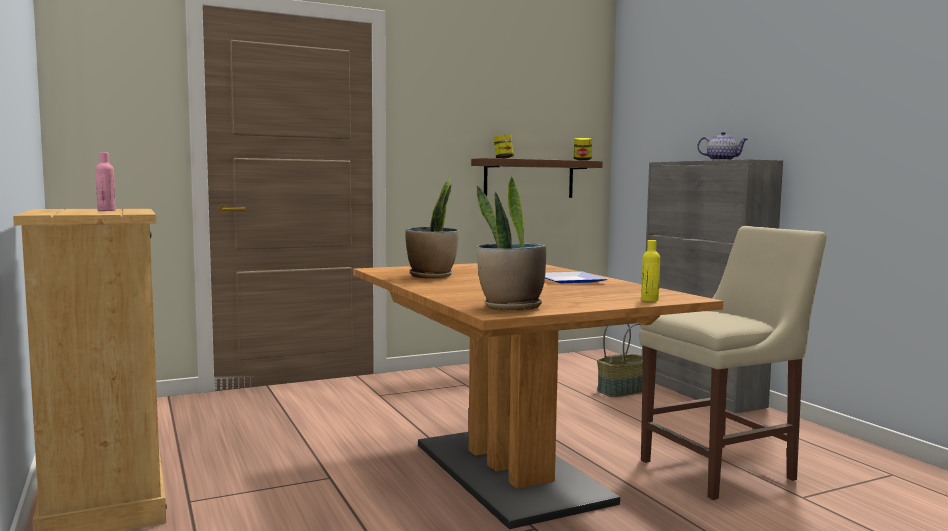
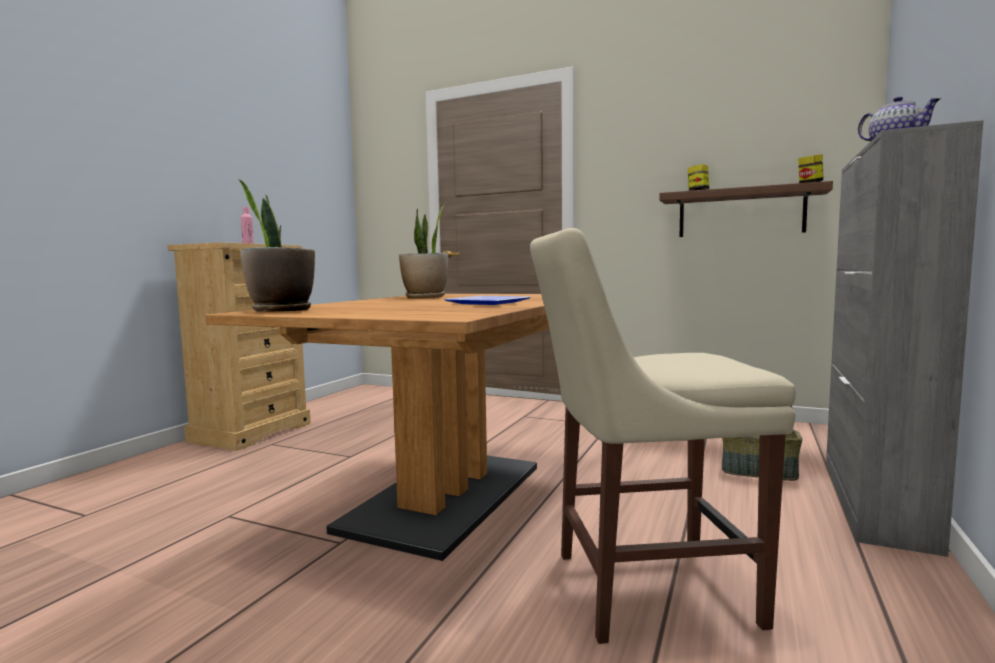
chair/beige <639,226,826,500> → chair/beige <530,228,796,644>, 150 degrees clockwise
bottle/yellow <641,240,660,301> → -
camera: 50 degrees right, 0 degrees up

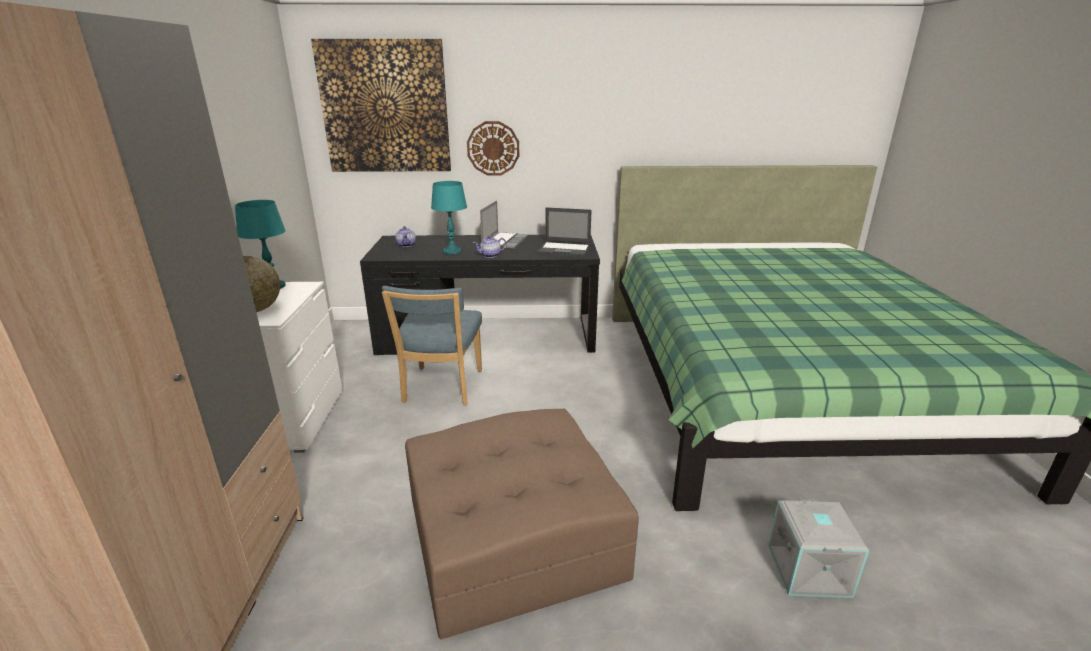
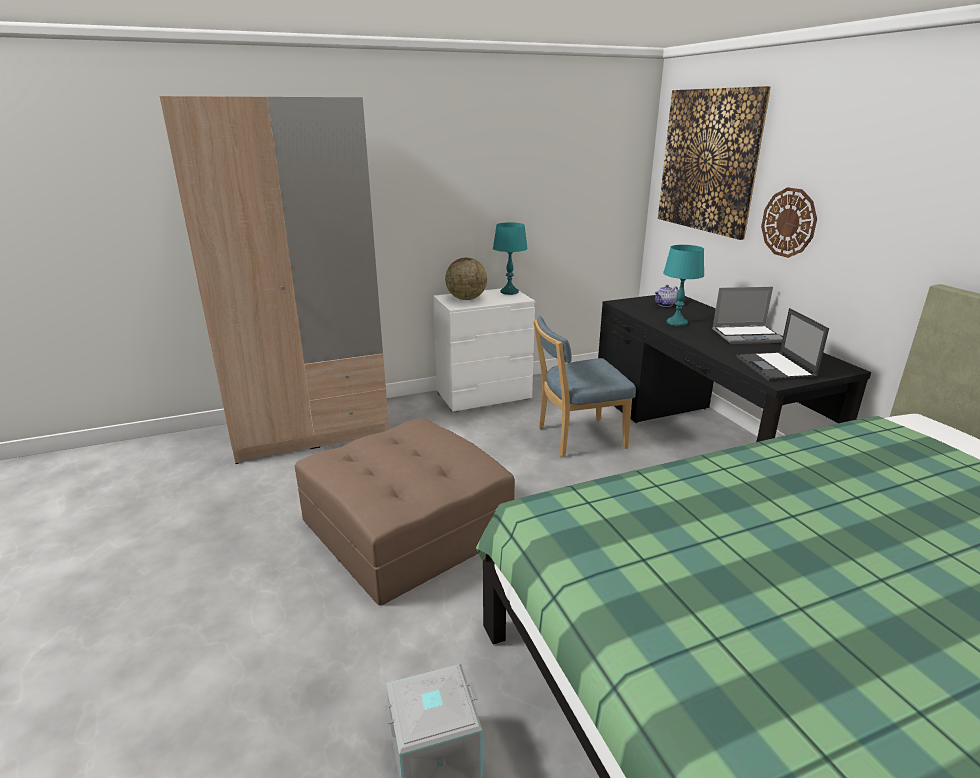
teapot <473,235,506,258> → -
camera: 70 degrees right, 0 degrees up

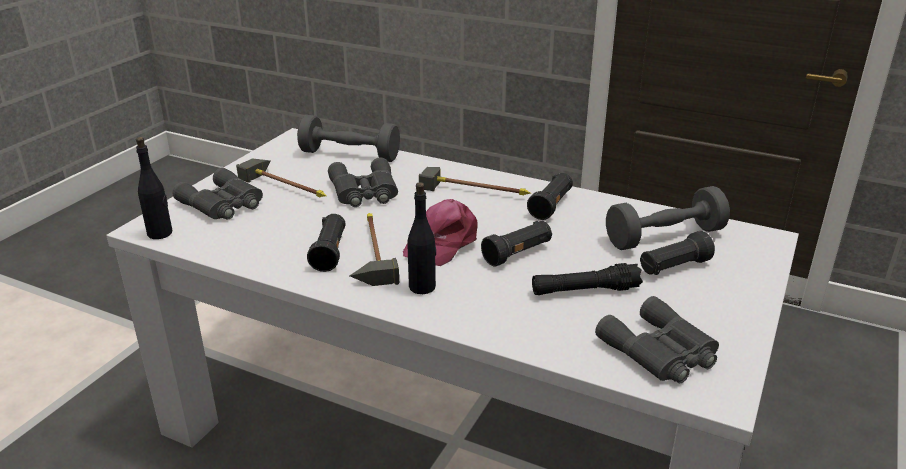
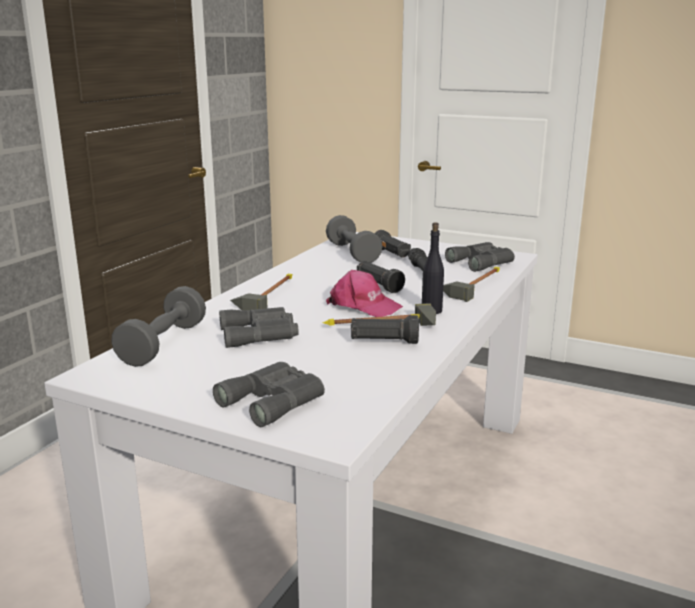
hammer <236,158,326,197> → hammer <443,267,500,302>, moved
bottle/black <136,137,172,239> → -
flashlight/black <527,173,573,220> → -
camera: 90 degrees left, 10 degrees down

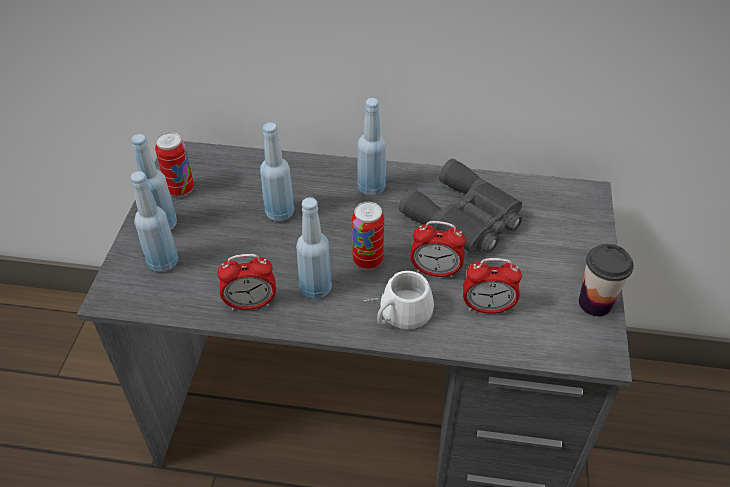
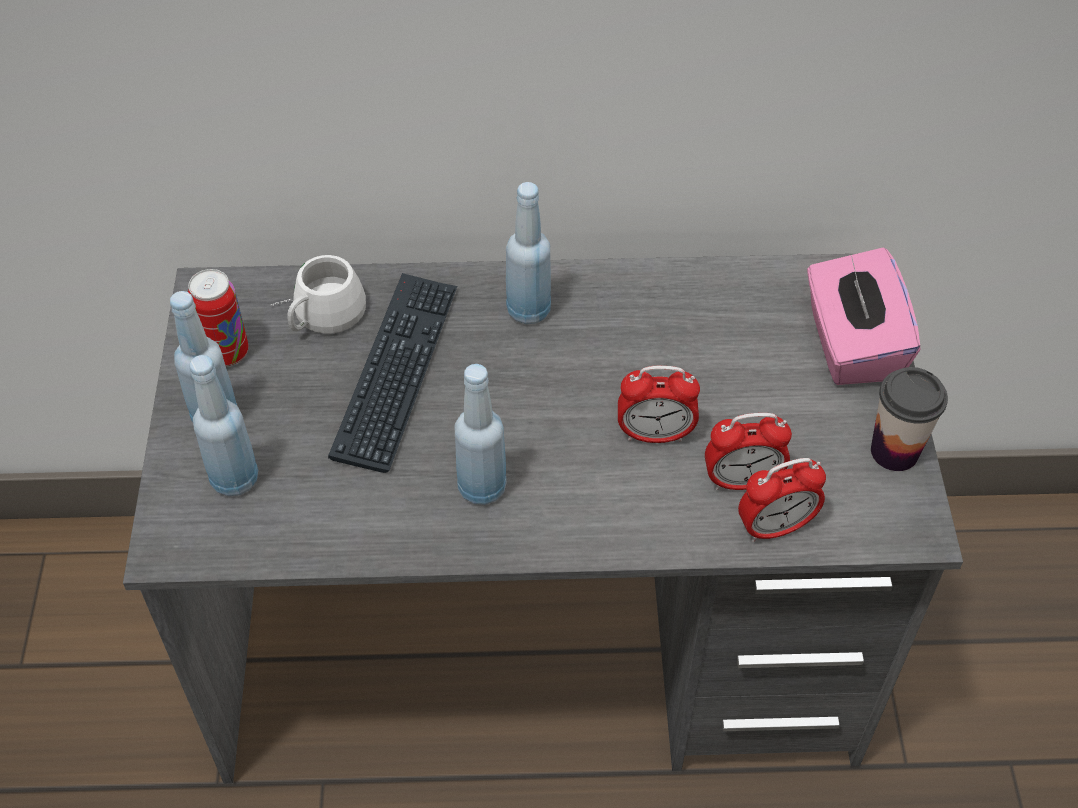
mug/white <363,271,434,329> → mug/white <271,255,366,334>, moved
bottle/blue <260,122,294,221> → keyboard <328,273,457,473>
alarm clock <217,254,276,311> → alarm clock <738,458,826,542>, moved
- → tissue box/pink <807,248,921,385>
can <352,202,384,270> → -
binoculars/grey <399,159,522,254> → -
camera: 10 degrees left, 5 degrees up

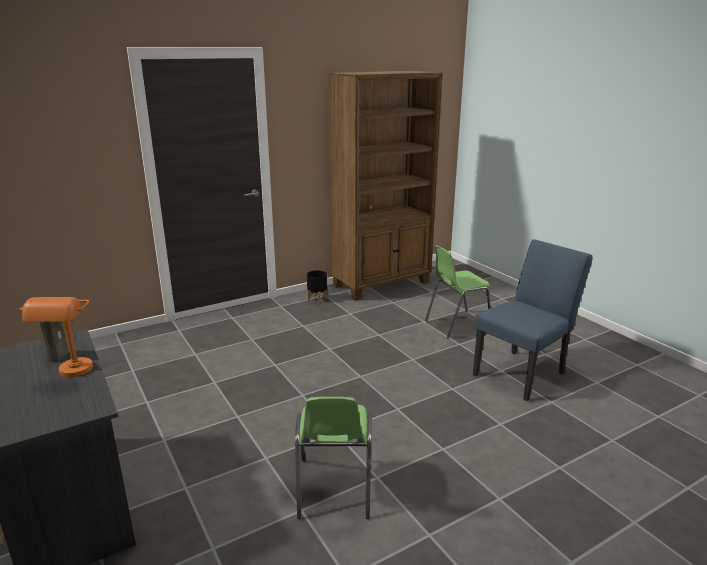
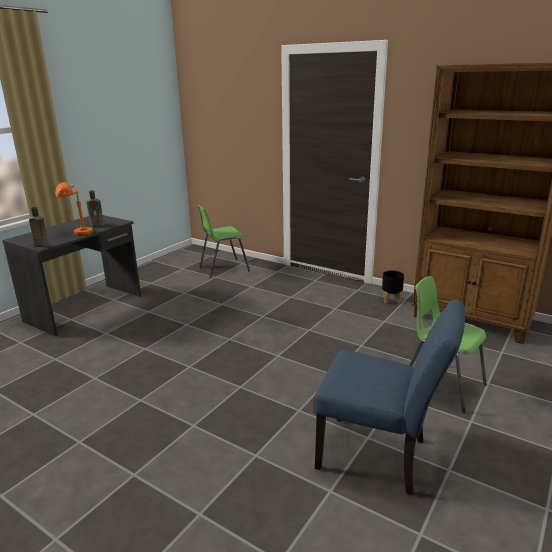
- → bottle/brown <29,206,49,247>
chair/green <295,397,372,519> → chair/green <197,205,250,278>, moved
camera: 65 degrees right, 0 degrees up

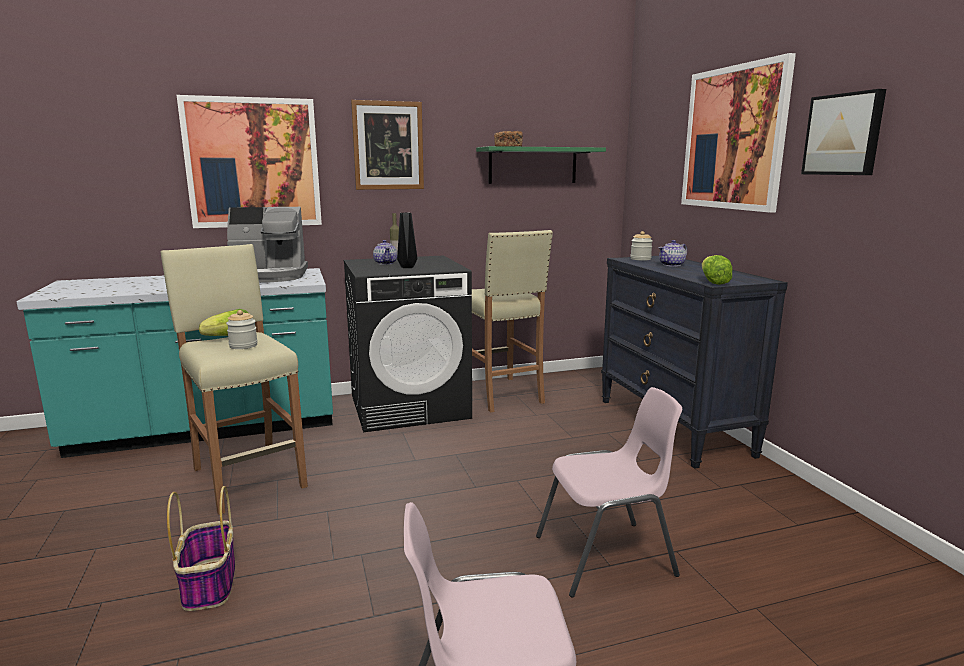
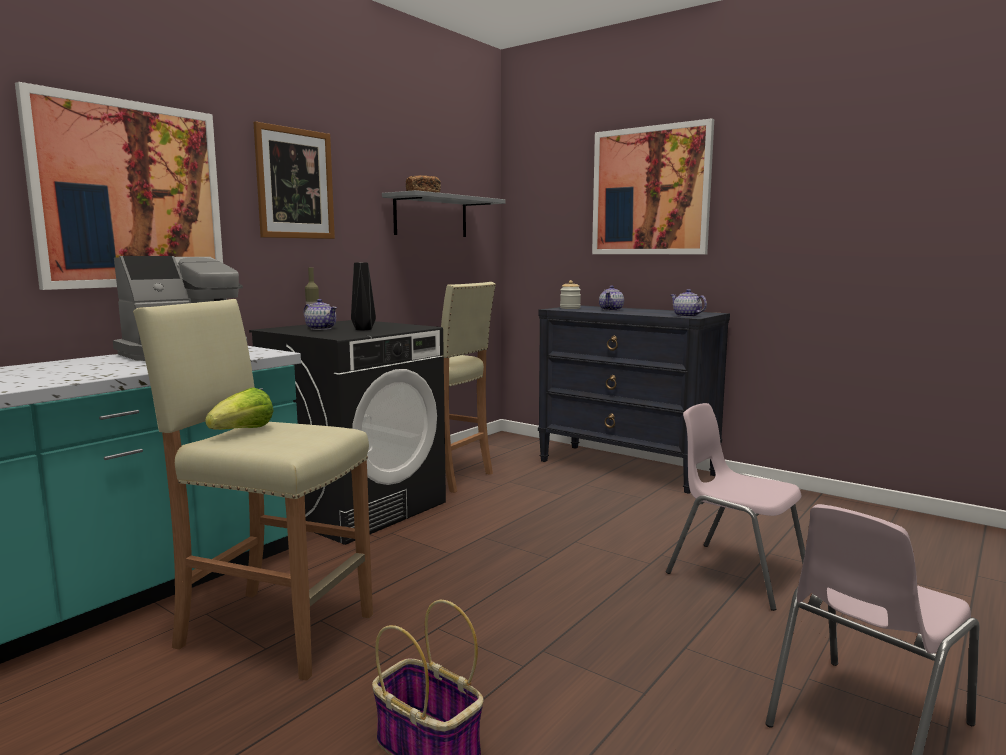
shelf/green <476,146,606,184> → shelf/grey <382,190,506,237>
chair/pink <536,387,682,598> → chair/pink <666,403,805,611>, 90 degrees counterclockwise
lettuce <702,255,733,285> → teapot <671,289,707,317>
jar <226,310,258,349> → -
picture <801,89,886,175> → -
camera: 35 degrees left, 5 degrees down

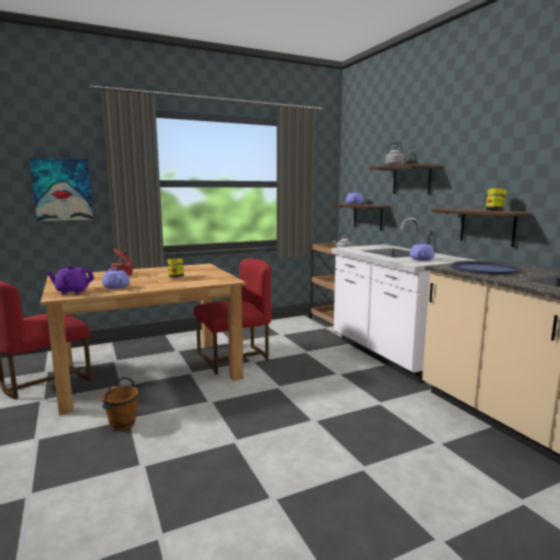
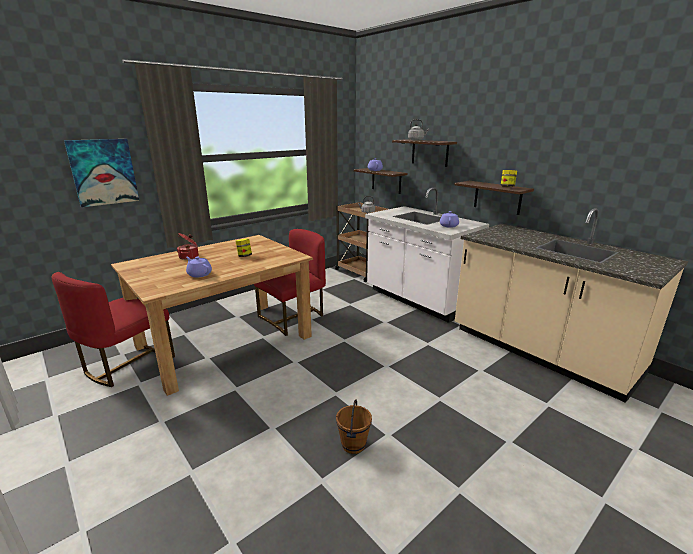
bucket/brown <101,377,138,431> → bucket/brown <336,400,372,454>, moved
teapot/purple <47,265,95,295> → -
tray/blue <451,261,522,275> → -
camera: 15 degrees left, 10 degrees up

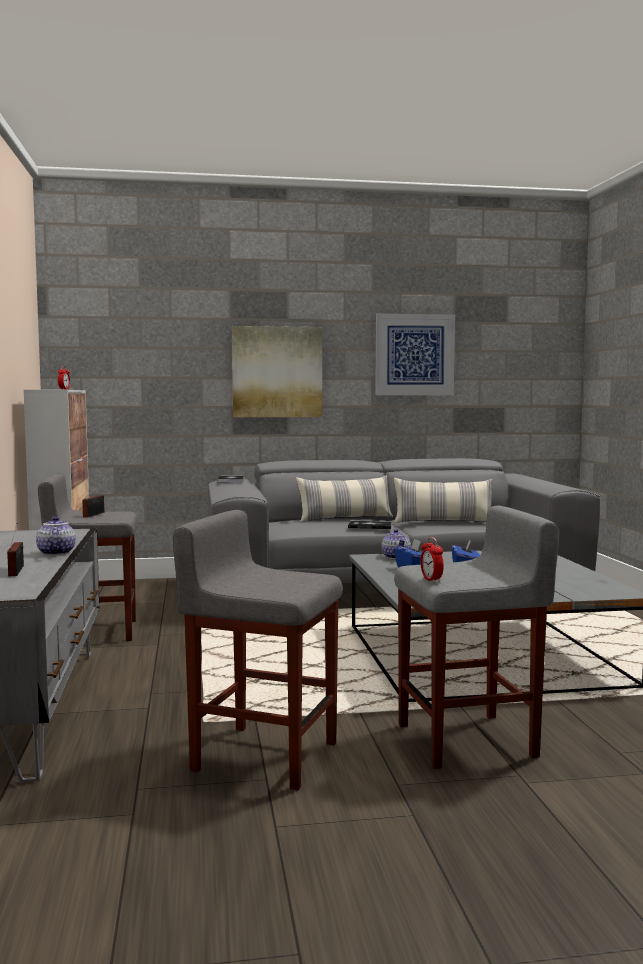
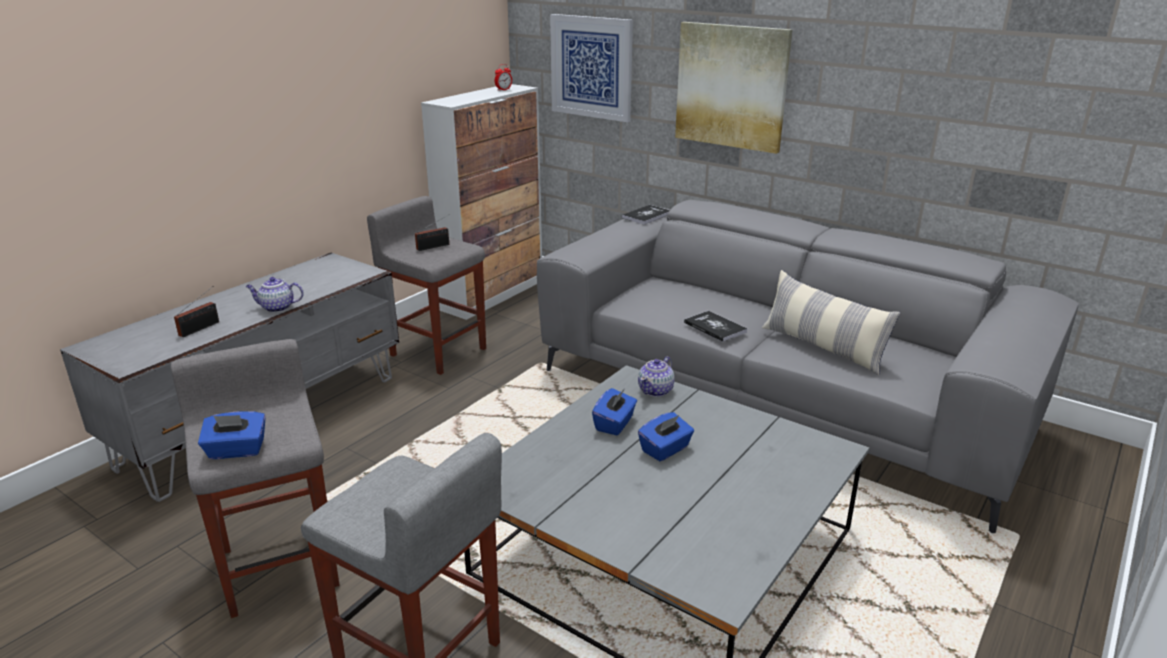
- → tissue box/blue <198,411,266,459>
teapot <36,516,76,555> → teapot <245,277,304,312>, 120 degrees counterclockwise
picture <375,313,455,395> → picture <550,14,633,122>, moved
pillow <296,475,393,522> → -
alarm clock <421,537,444,583> → -
camera: 45 degrees right, 20 degrees up

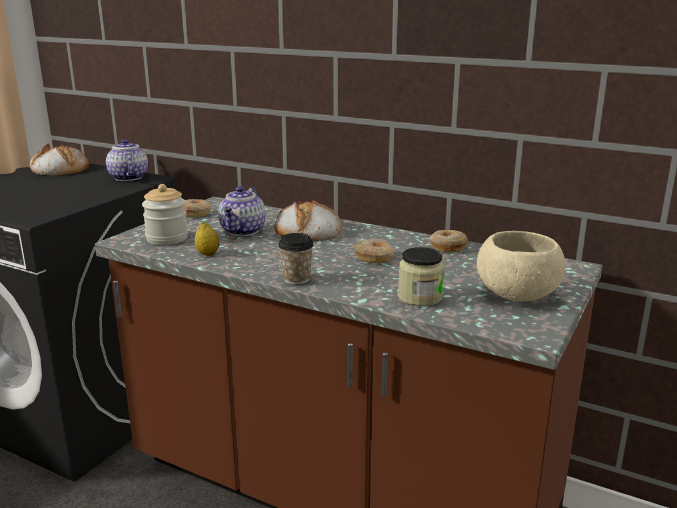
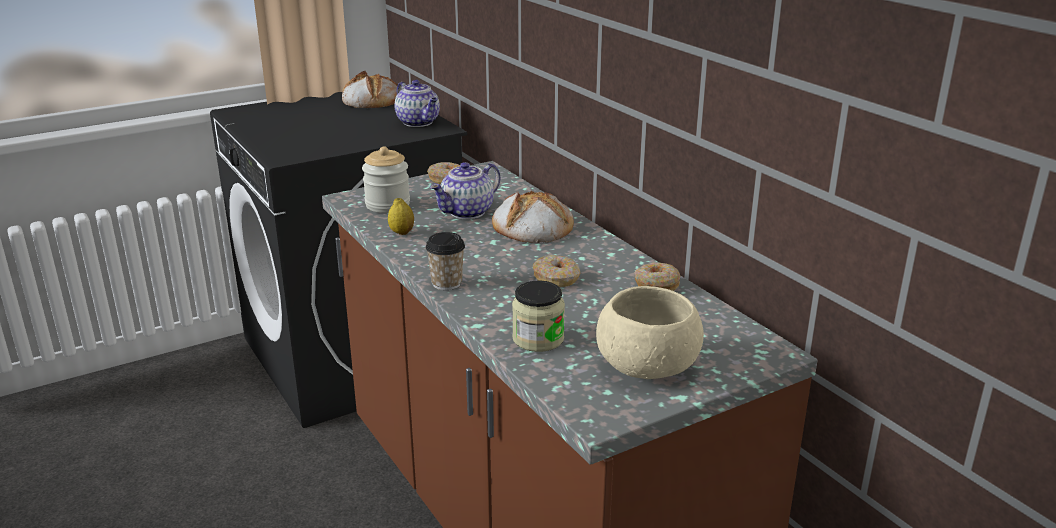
teapot <106,139,148,181> → teapot <395,80,440,127>, 135 degrees clockwise
camera: 30 degrees right, 5 degrees up

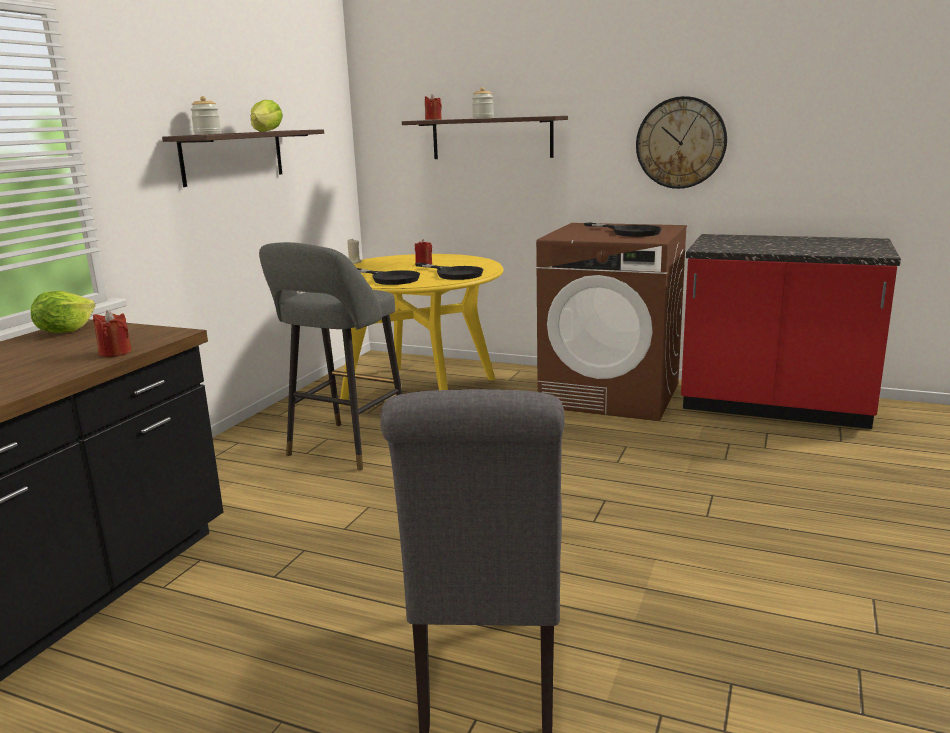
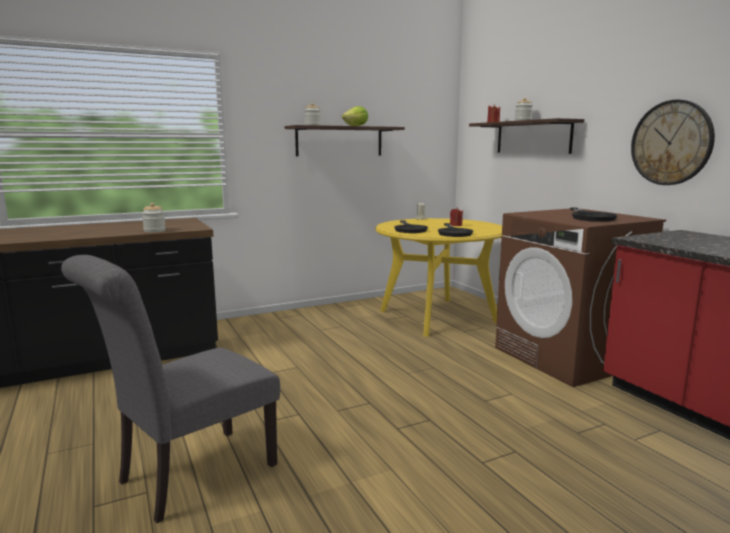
candle/red <93,310,132,357> → jar <142,203,166,233>
lettuce <31,291,96,333> → -
stool/grey <259,242,402,470> → -
camera: 40 degrees right, 5 degrees down

